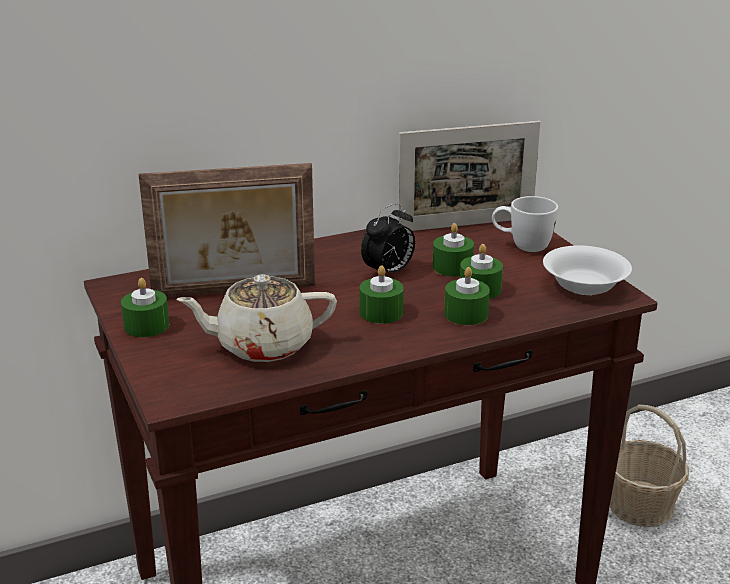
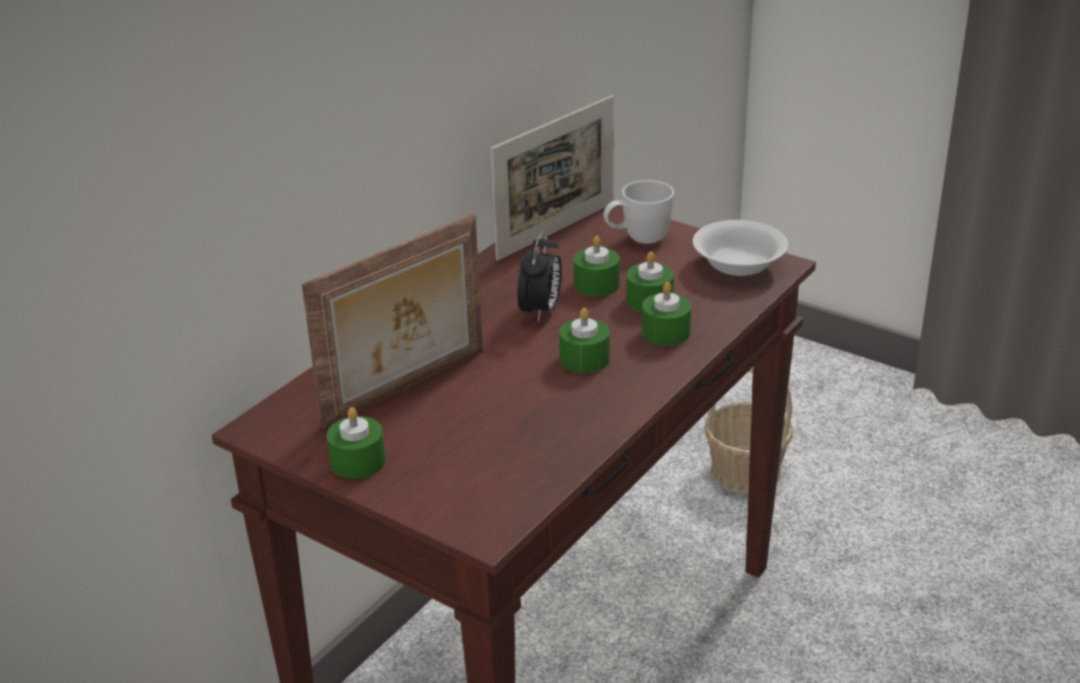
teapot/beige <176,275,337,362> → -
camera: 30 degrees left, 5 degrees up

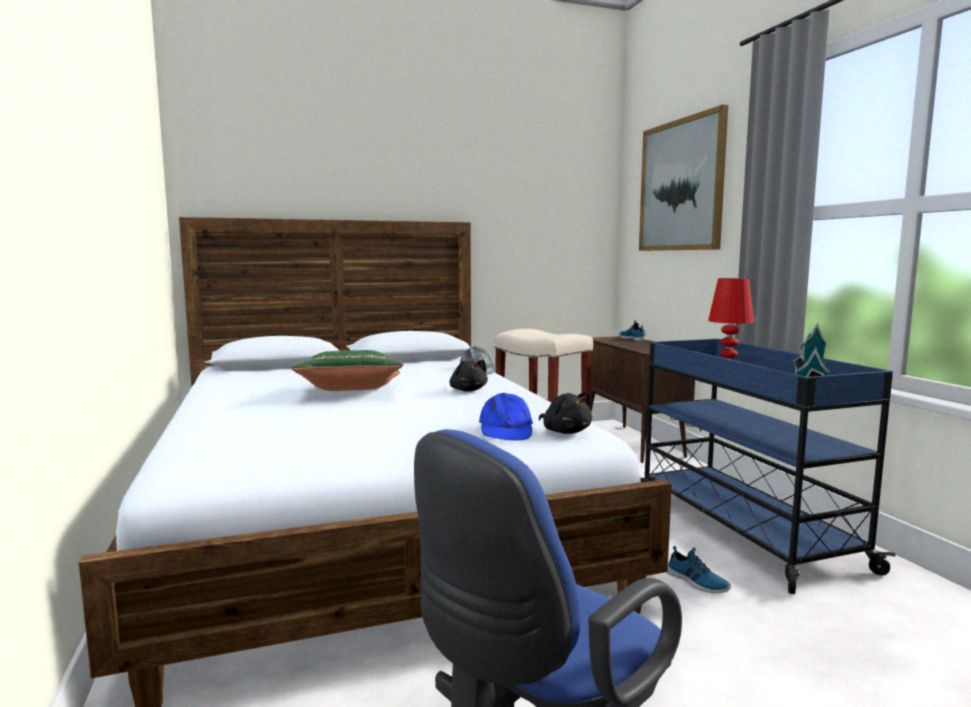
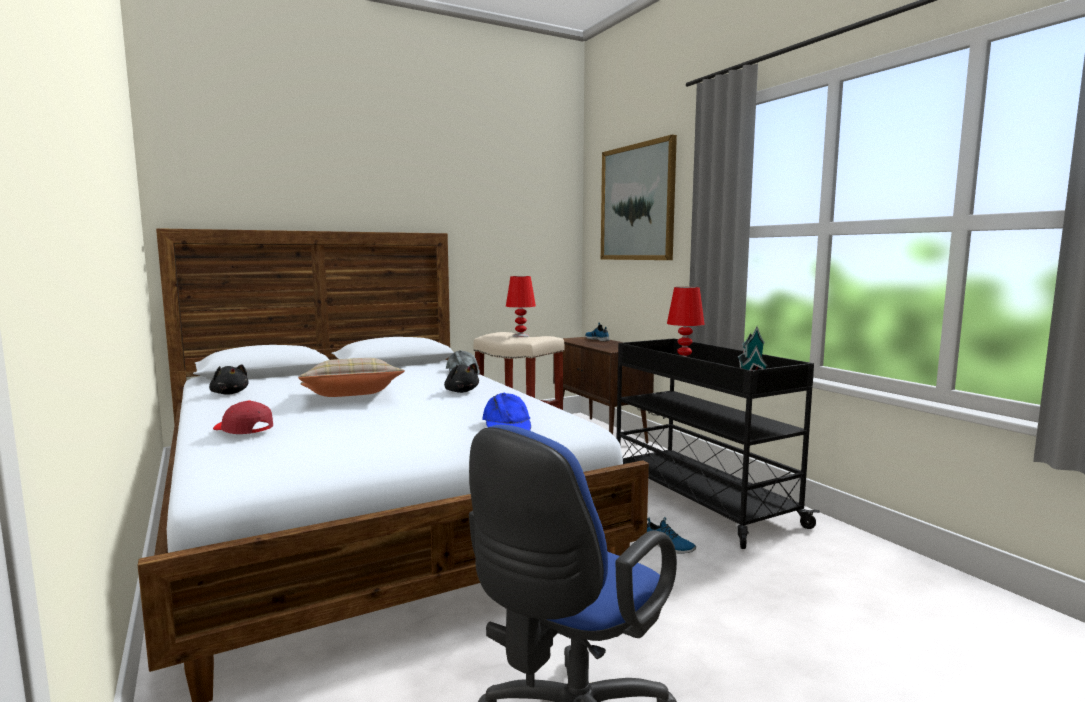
plush toy/black <539,392,592,434> → plush toy/black <209,364,248,395>, moved
- → cap/red <213,400,273,434>
pillow/green <291,350,404,391> → pillow/beige <298,358,405,397>
- → table lamp/red <506,276,536,337>
cart/blue <640,339,896,594> → cart/black <617,338,820,549>
camera: 10 degrees left, 0 degrees up

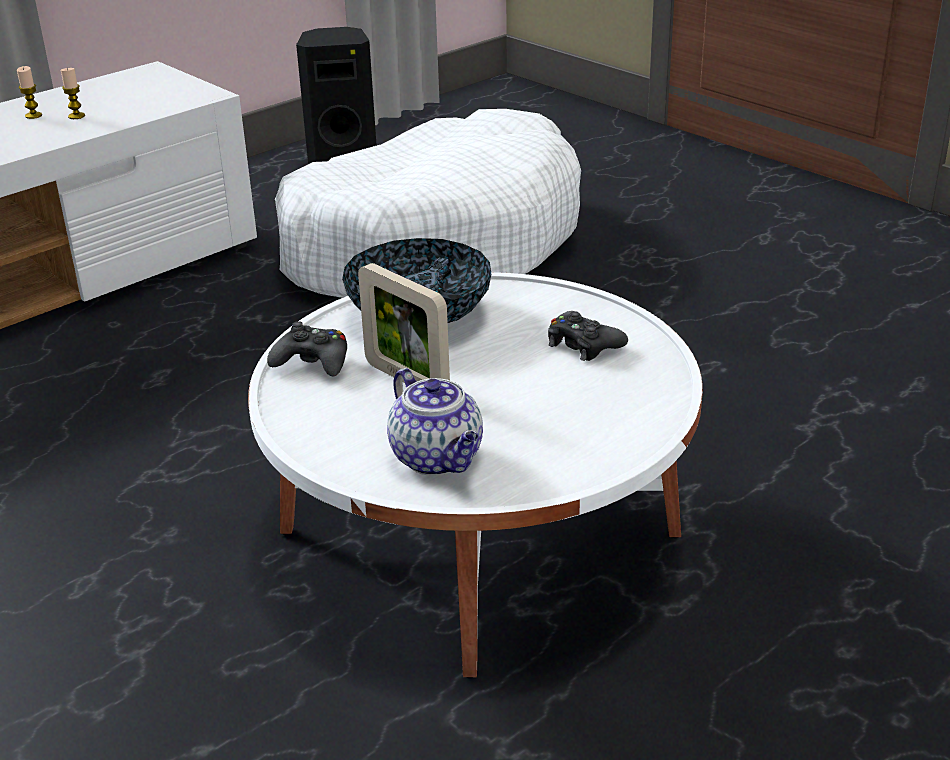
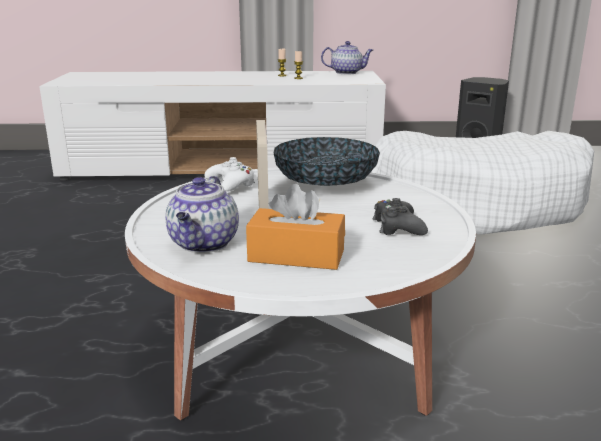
game controller/black <267,321,347,376> → game controller/white <204,157,255,191>
- → tissue box/orange <246,184,345,270>
- → teapot <321,41,373,74>
camera: 40 degrees right, 10 degrees down

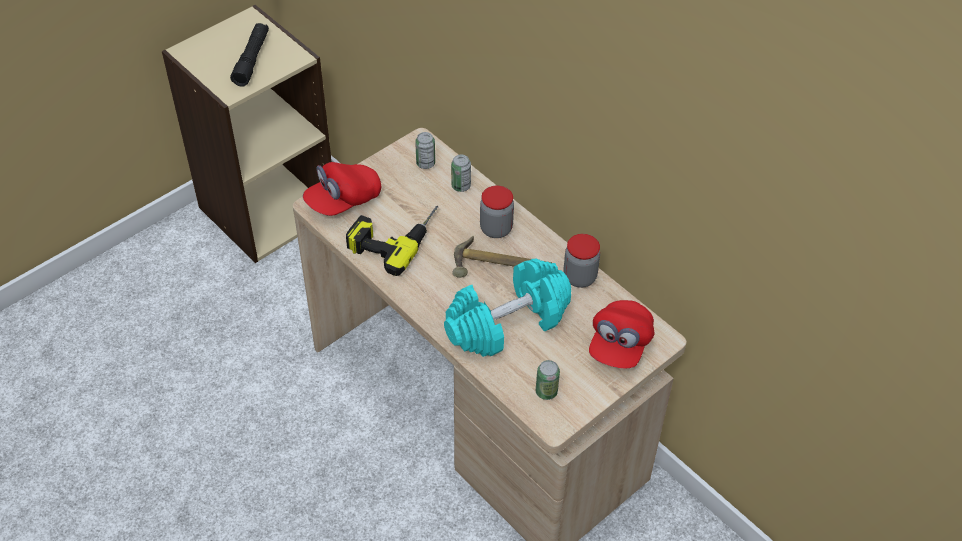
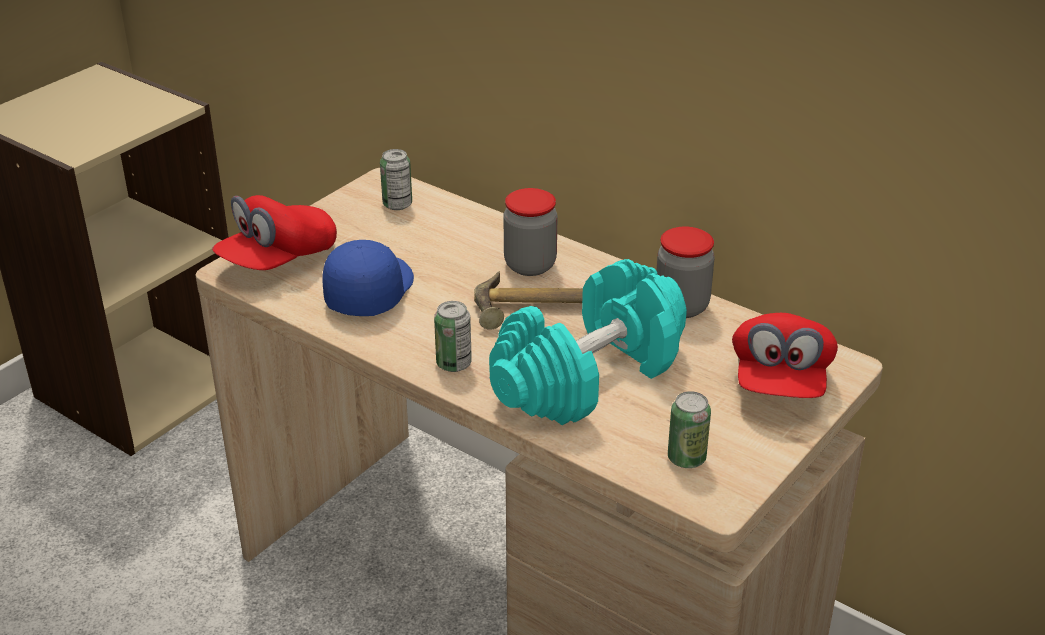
power drill <346,206,438,276> → cap/blue <322,240,414,316>
can <451,155,471,192> → can <434,301,472,372>, moved
flashlight/black <230,23,269,87> → -
camera: 10 degrees left, 15 degrees down

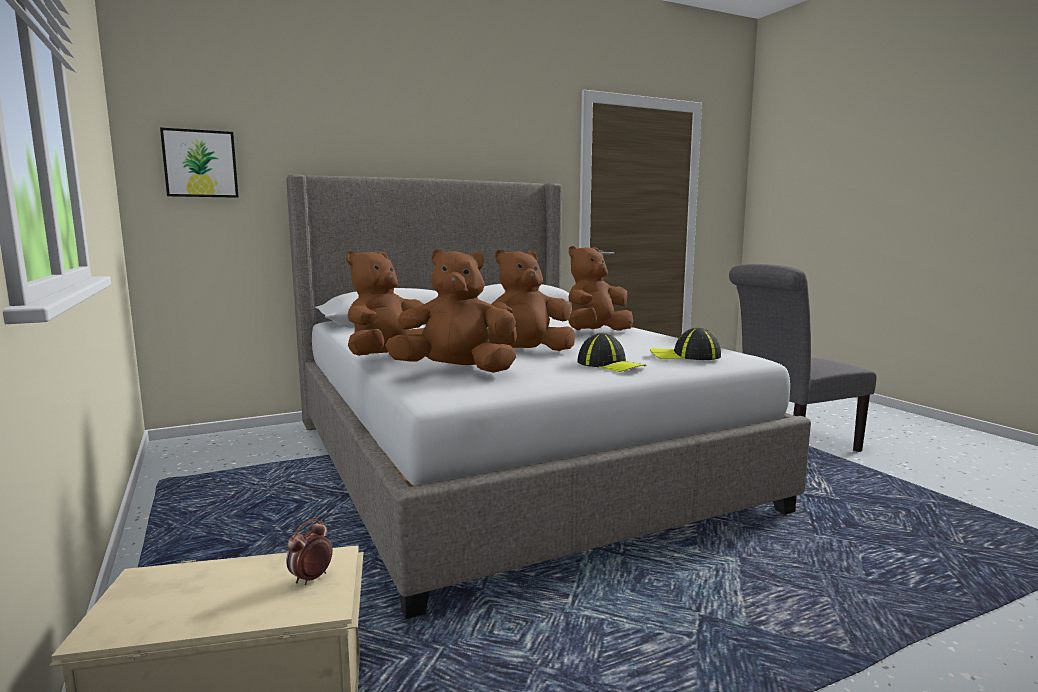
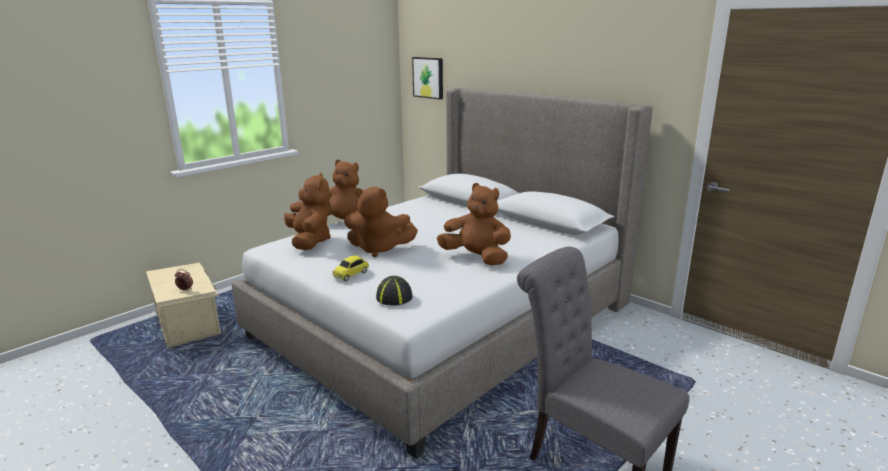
cap <577,333,647,372> → toy car <332,255,369,281>
plush toy/brown <487,249,575,351> → plush toy/brown <344,187,418,257>, 150 degrees clockwise
camera: 70 degrees right, 10 degrees up

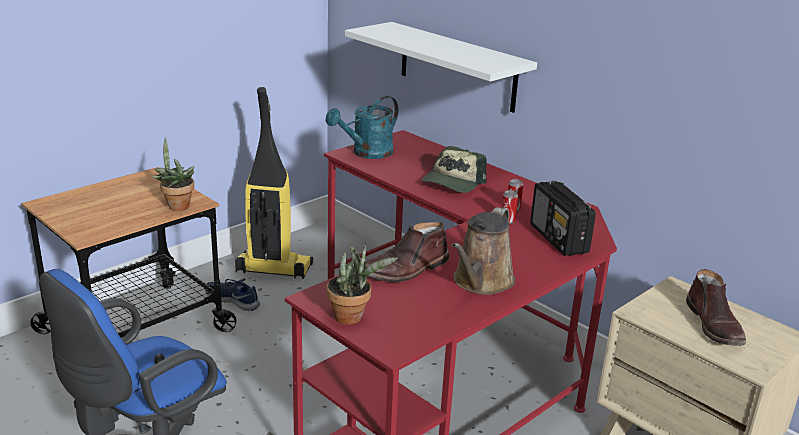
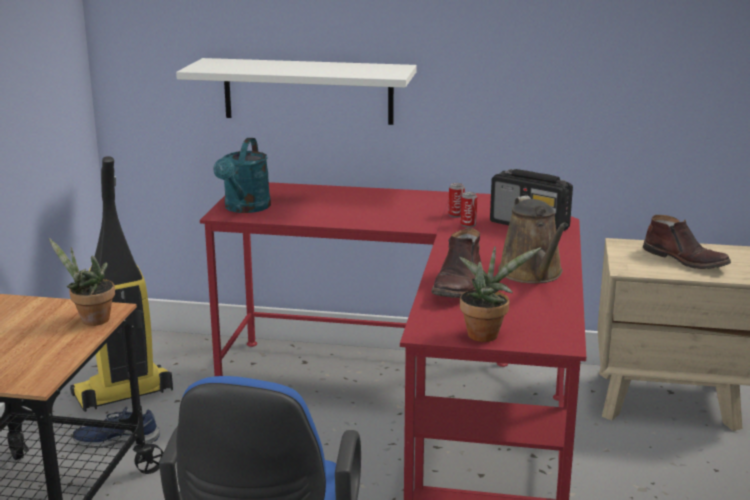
cap <421,146,486,193> → -
camera: 35 degrees left, 5 degrees down

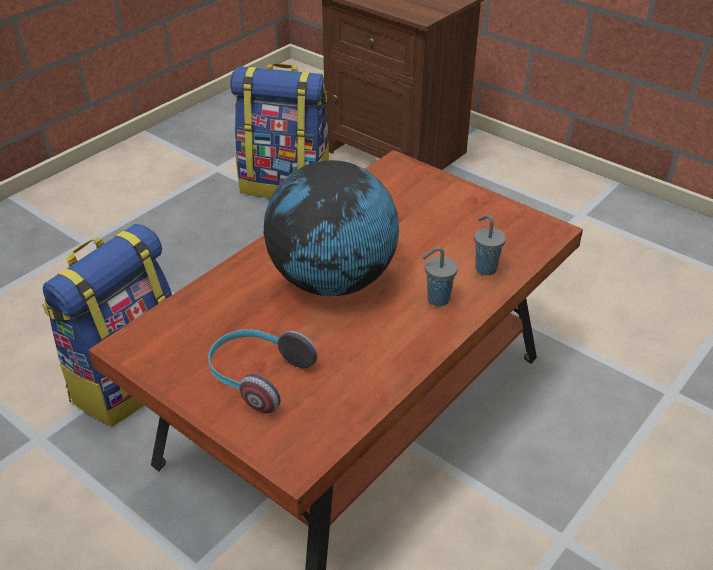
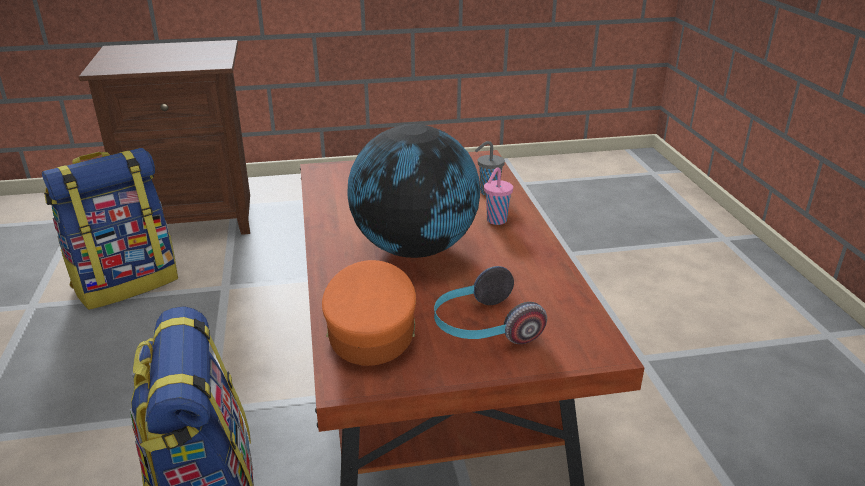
- → cap/orange <322,260,416,366>
cup/grey <422,247,458,306> → cup/pink <484,167,513,225>
camera: 50 degrees left, 10 degrees down

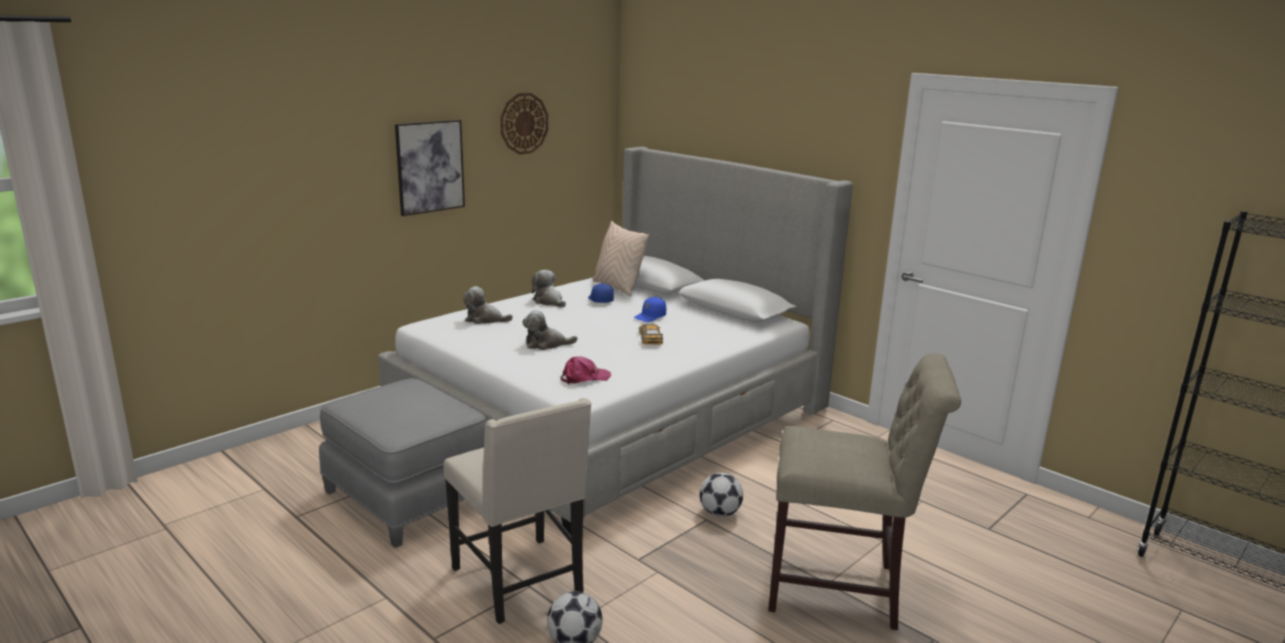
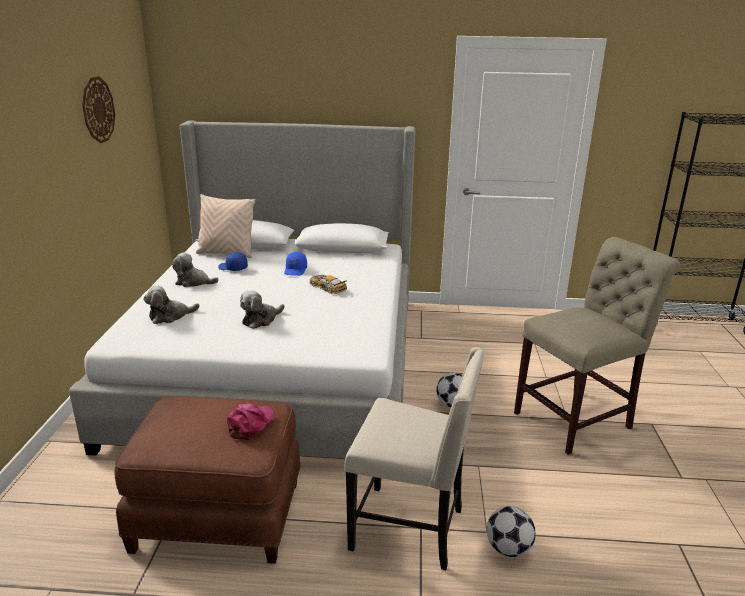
ottoman/grey <319,378,486,548> → ottoman/brown <114,396,301,564>
cap/pink <561,357,611,385> → cap/pink <227,403,275,440>, moved
picture <395,120,465,216> → -
camera: 40 degrees left, 5 degrees up

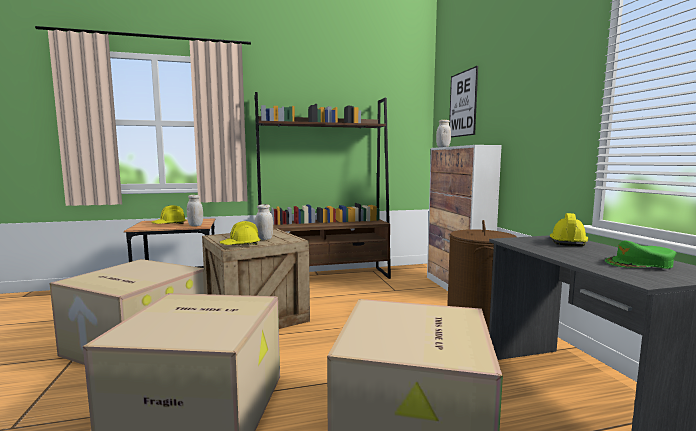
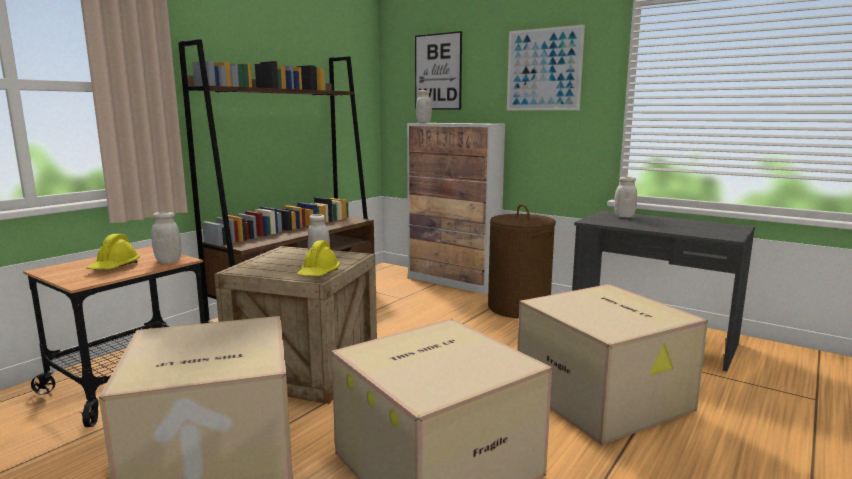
- → picture <507,24,585,110>
hard hat/yellow <550,213,589,246> → jar/white <614,177,637,218>
cap/green <605,241,676,269> → -
camera: 40 degrees left, 5 degrees up

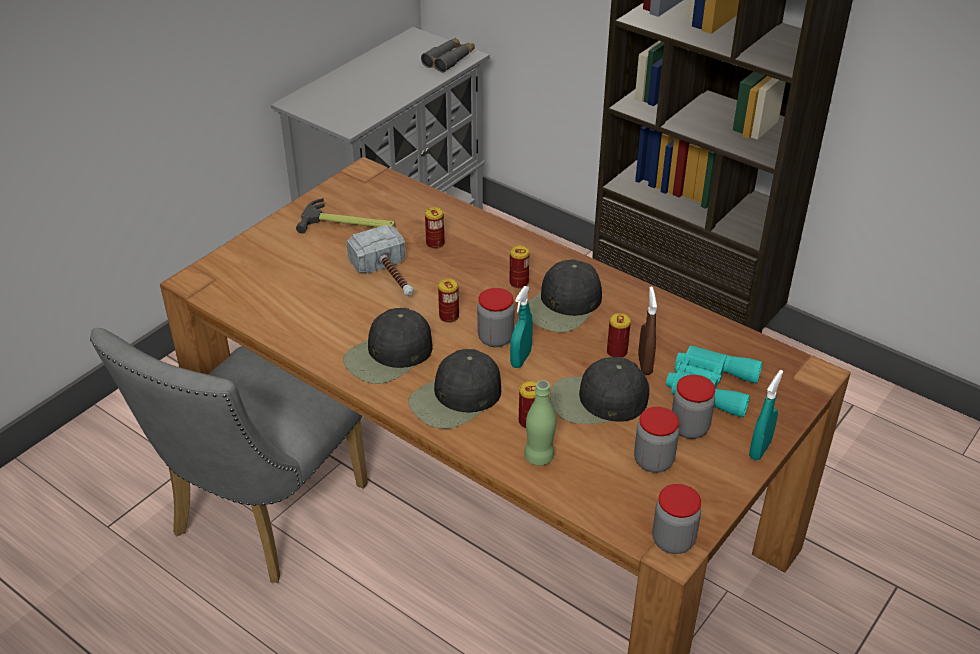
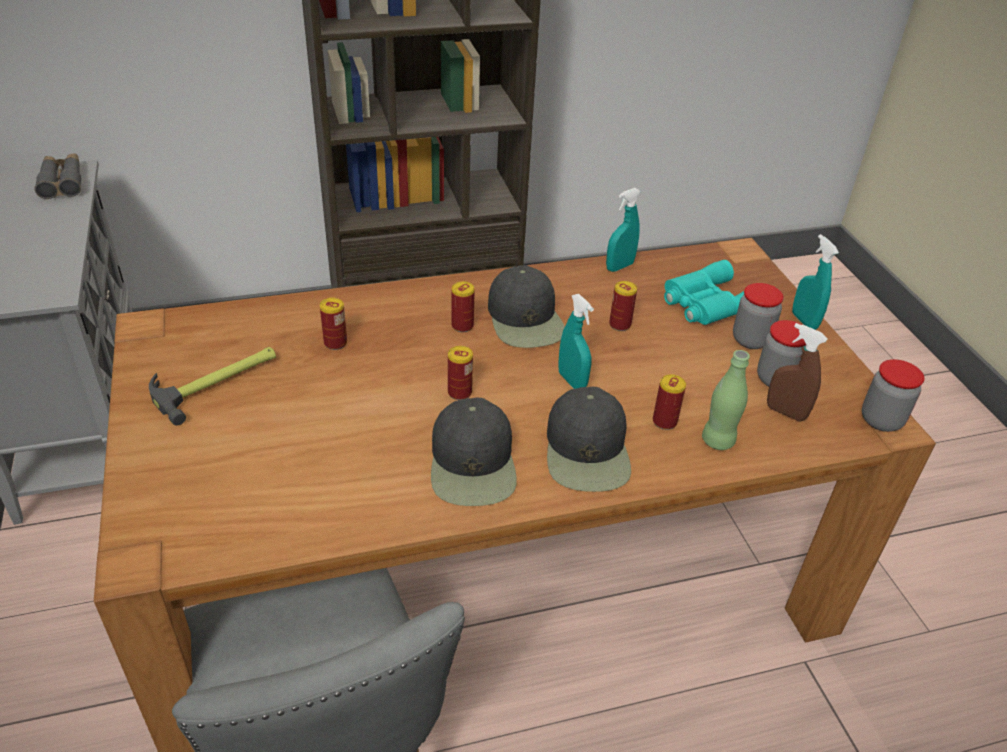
- → spray bottle/turquoise <606,188,641,272>
spray bottle/brown <638,286,657,375> → spray bottle/brown <767,323,828,421>, moved
hammer <346,225,414,296> → -
jar <477,288,515,347> → -
cap/black <550,357,649,424> → -
camera: 55 degrees left, 0 degrees up

